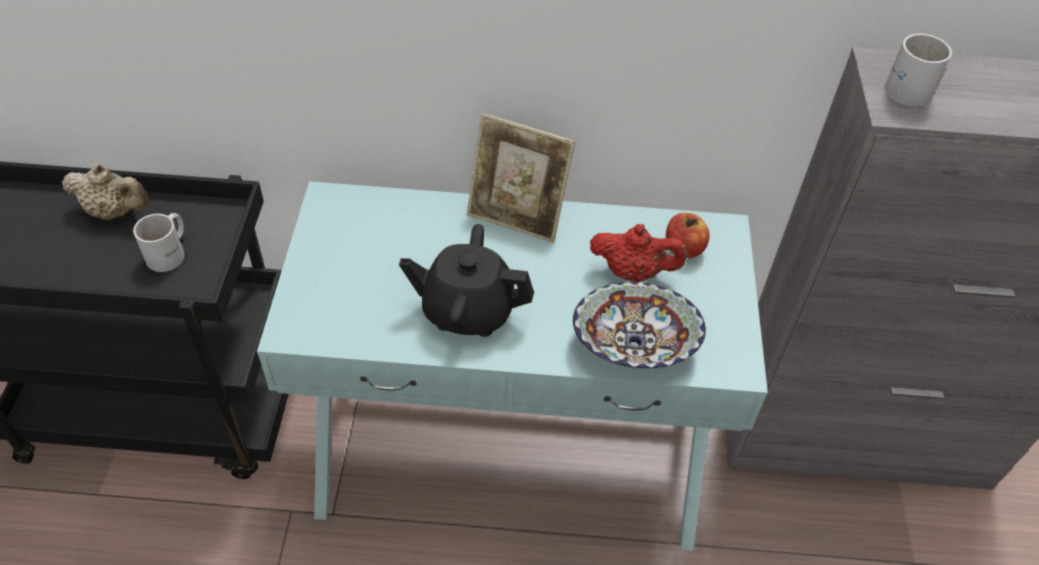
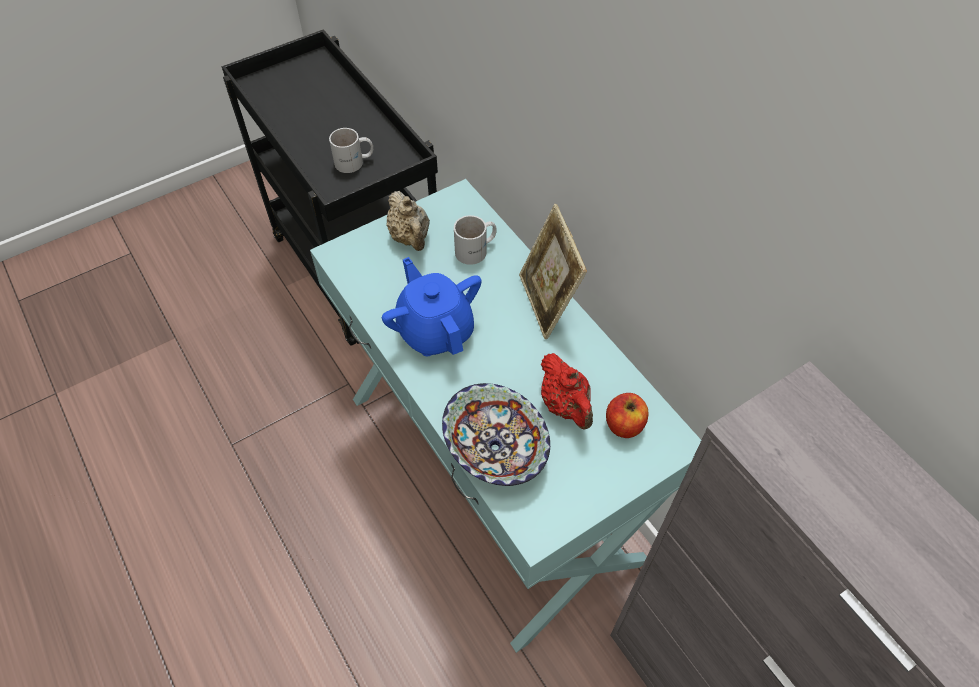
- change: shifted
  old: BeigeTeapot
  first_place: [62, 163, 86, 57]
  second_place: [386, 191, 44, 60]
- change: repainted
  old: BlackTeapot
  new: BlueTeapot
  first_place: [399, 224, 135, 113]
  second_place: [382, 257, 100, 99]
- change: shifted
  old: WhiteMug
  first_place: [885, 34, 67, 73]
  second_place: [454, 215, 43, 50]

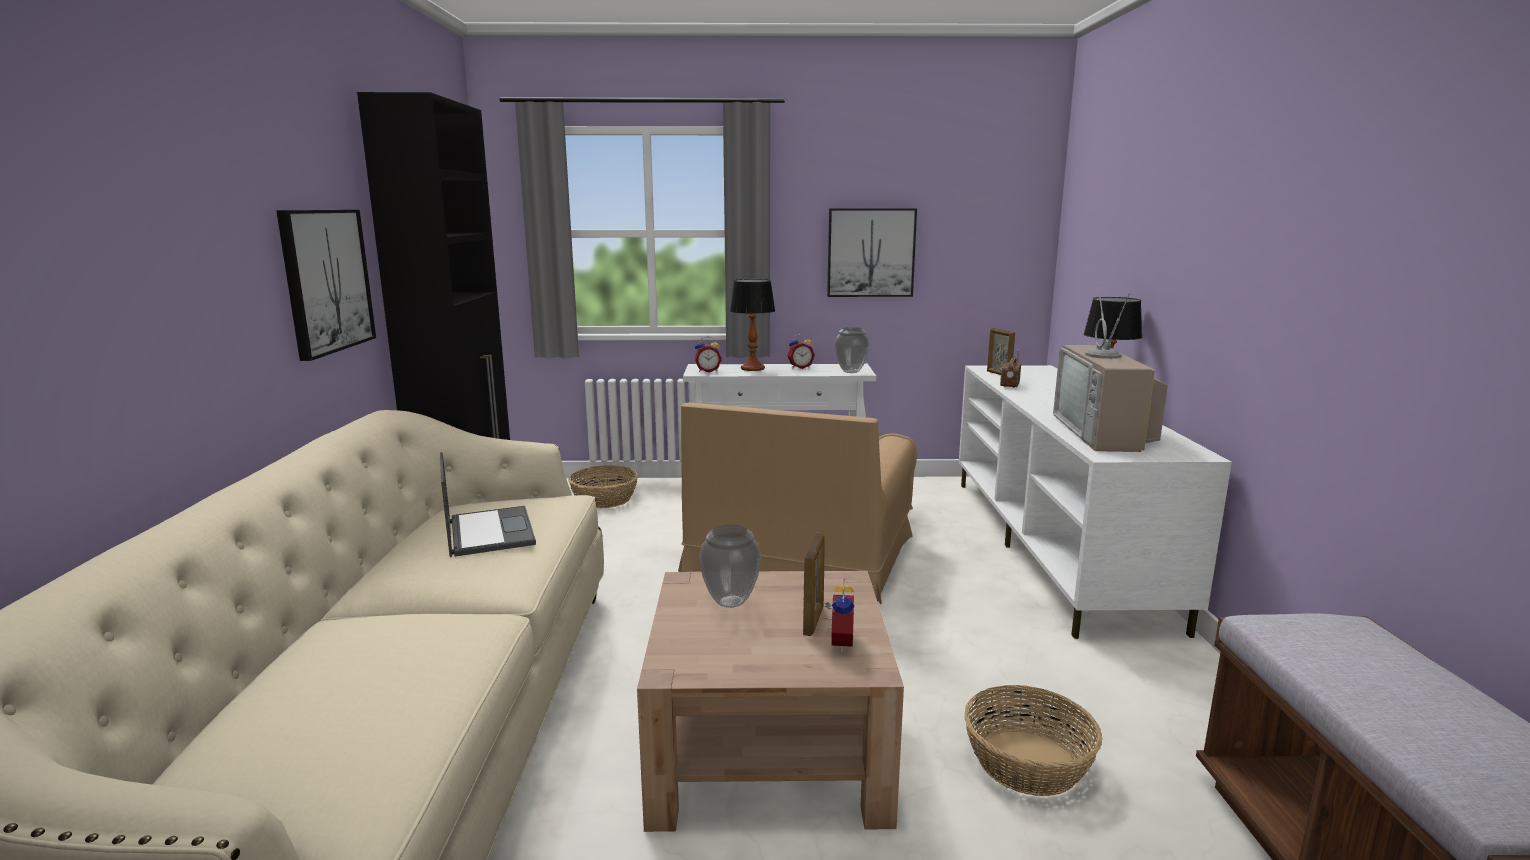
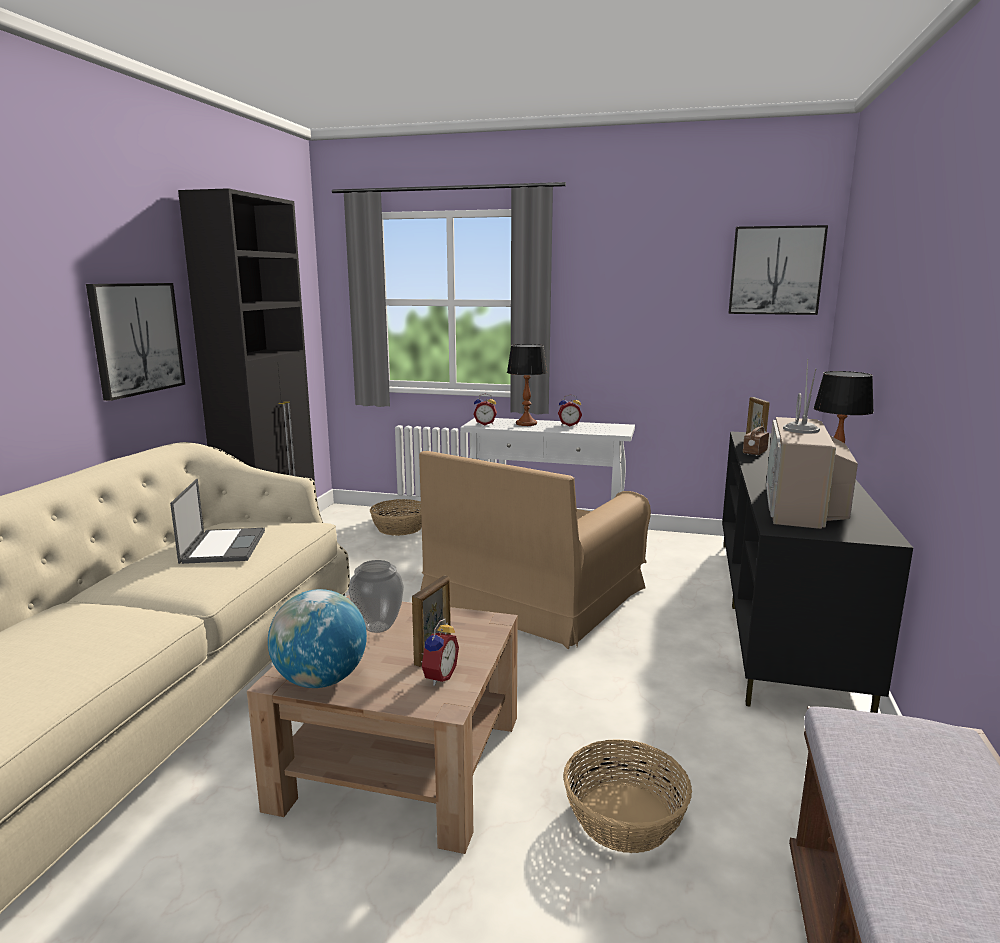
- change: shifted
  old: Picture
  first_place: [827, 208, 90, 89]
  second_place: [729, 225, 99, 90]
- change: gone
  old: Vase
  first_place: [835, 327, 35, 46]
- change: repainted
  old: WhiteTvStand
  new: BlackTvStand
  first_place: [959, 365, 273, 274]
  second_place: [722, 431, 191, 282]
- change: new
  new: Globe
  second_place: [268, 589, 99, 99]

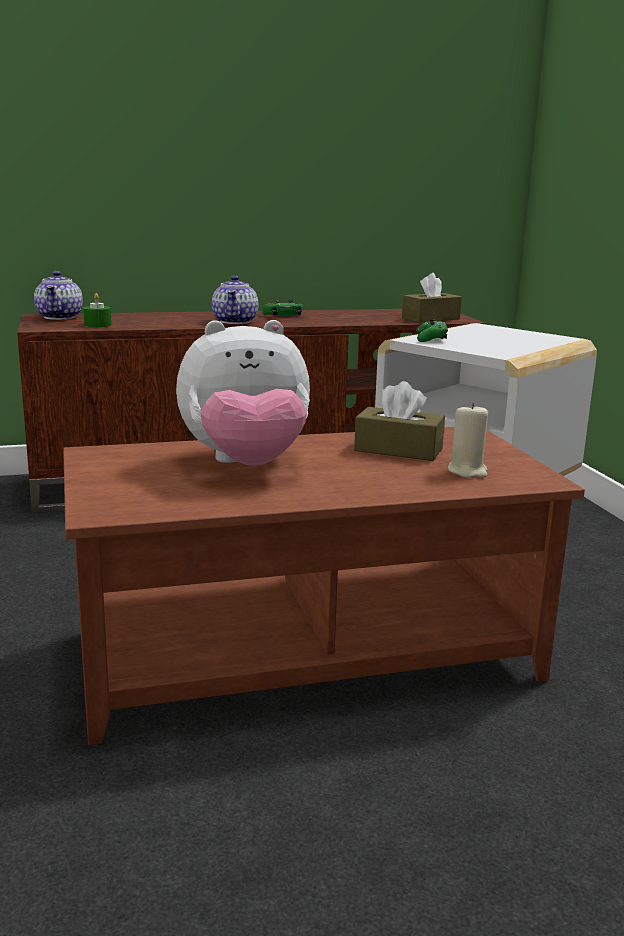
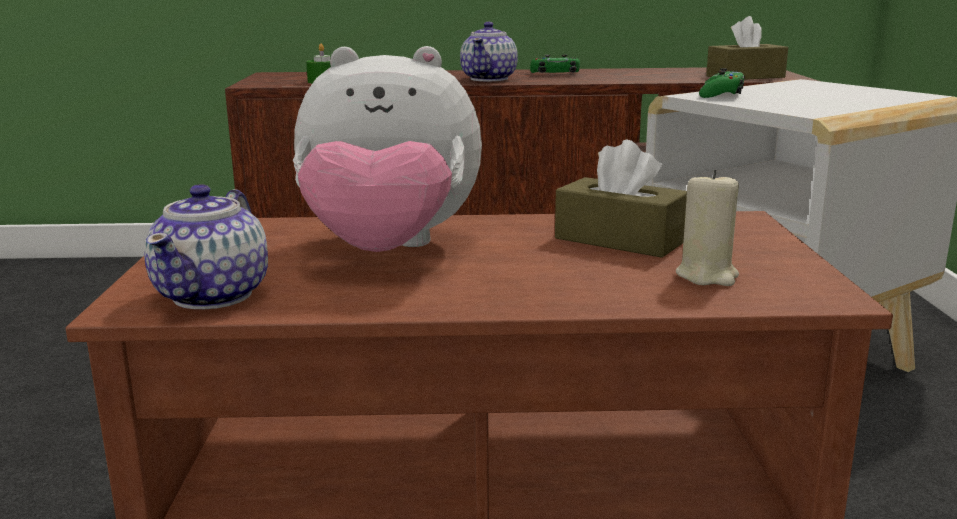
- change: shifted
  old: Teapot
  first_place: [34, 271, 49, 49]
  second_place: [144, 184, 124, 125]

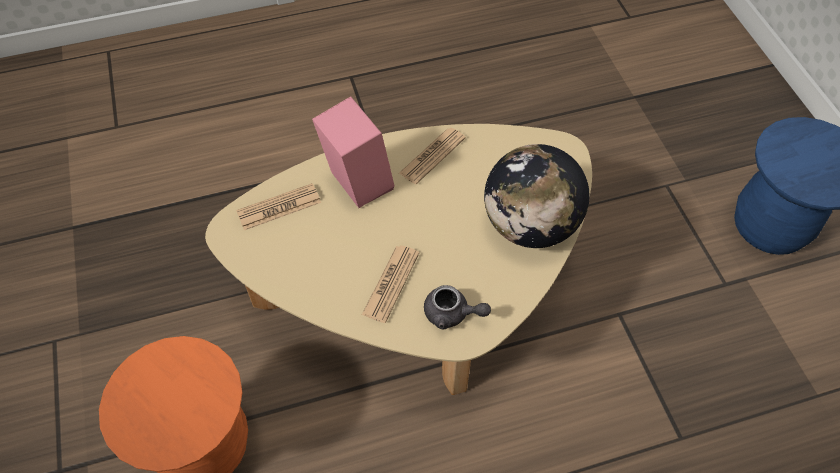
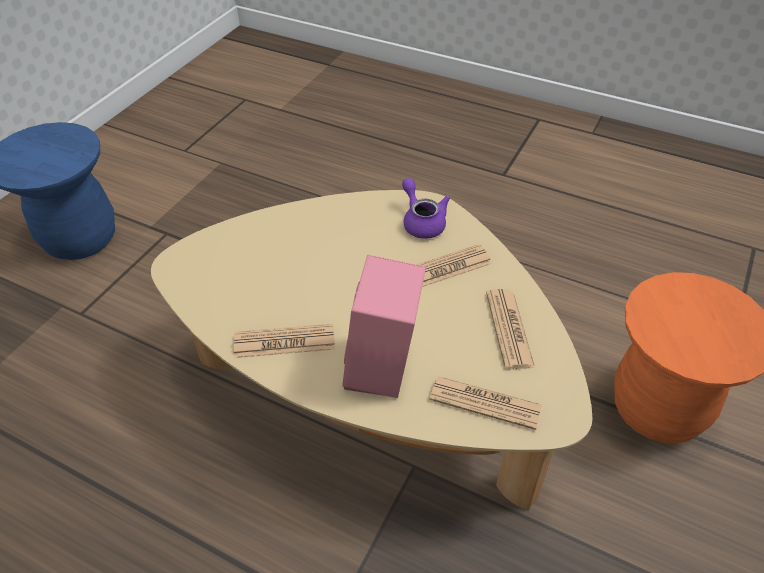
- change: repainted
  old: GreyTeapot
  new: PurpleTeapot
  first_place: [424, 285, 67, 45]
  second_place: [402, 178, 48, 61]
- change: gone
  old: Globe
  first_place: [484, 144, 106, 104]
- change: new
  new: Newspaper
  second_place: [486, 289, 49, 81]

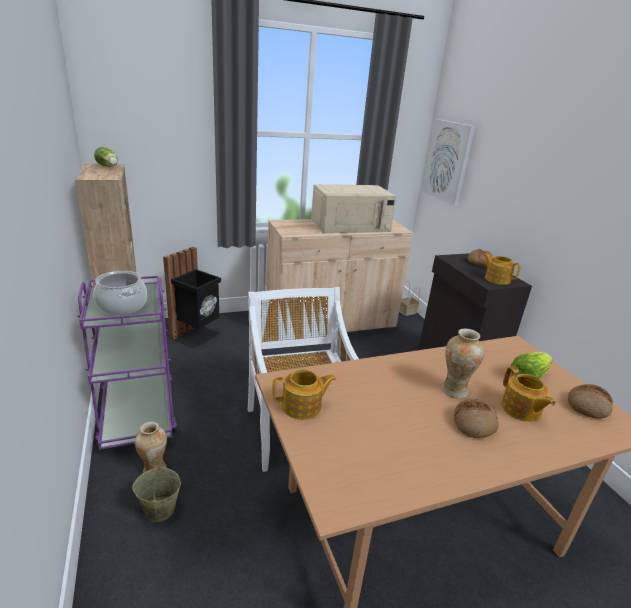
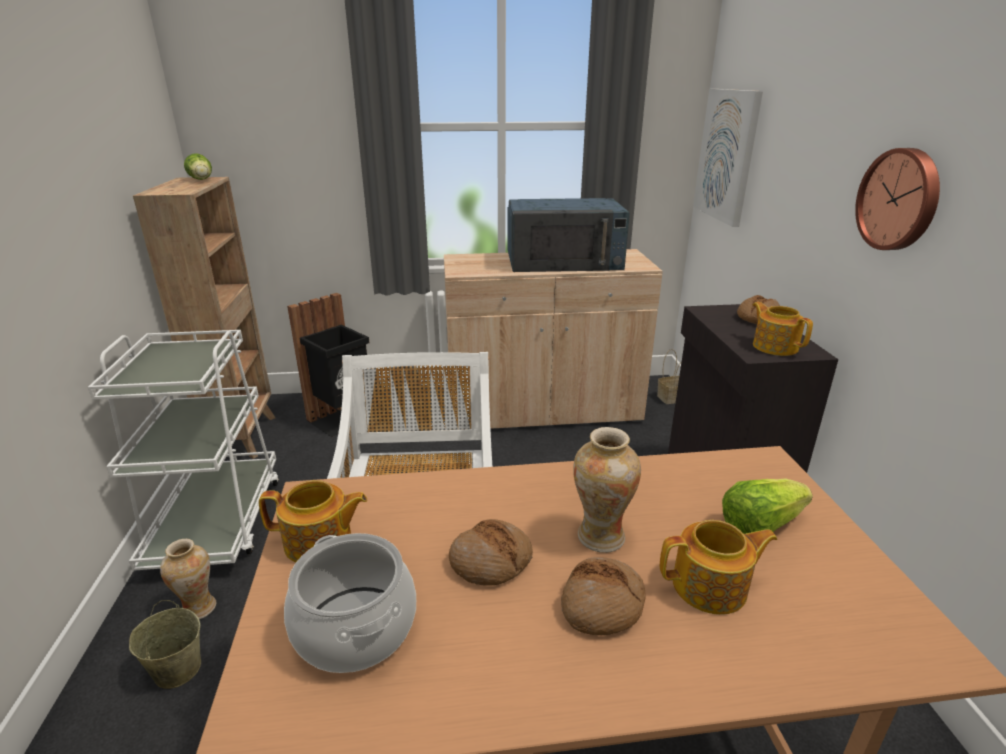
- change: repainted
  old: PurpleCart
  new: WhiteCart
  first_place: [77, 276, 100, 174]
  second_place: [88, 330, 191, 241]
- change: shifted
  old: CookingPot
  first_place: [93, 271, 54, 44]
  second_place: [284, 533, 132, 140]
- change: repainted
  old: BeigeMicrowave
  new: BlueMicrowave
  first_place: [311, 184, 86, 49]
  second_place: [507, 198, 123, 74]
- change: rotated
  old: Teapot
  first_place: [501, 366, 55, 56]
  second_place: [660, 520, 117, 95]
  degrees: -90
- change: shifted
  old: Bread
  first_place: [568, 384, 45, 35]
  second_place: [449, 519, 84, 67]
- change: new
  new: WallClock
  second_place: [855, 148, 85, 102]

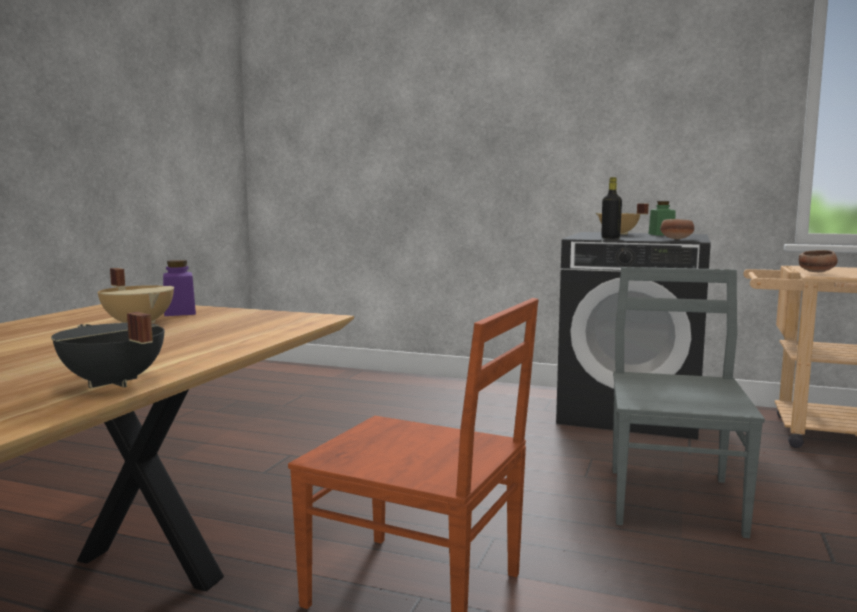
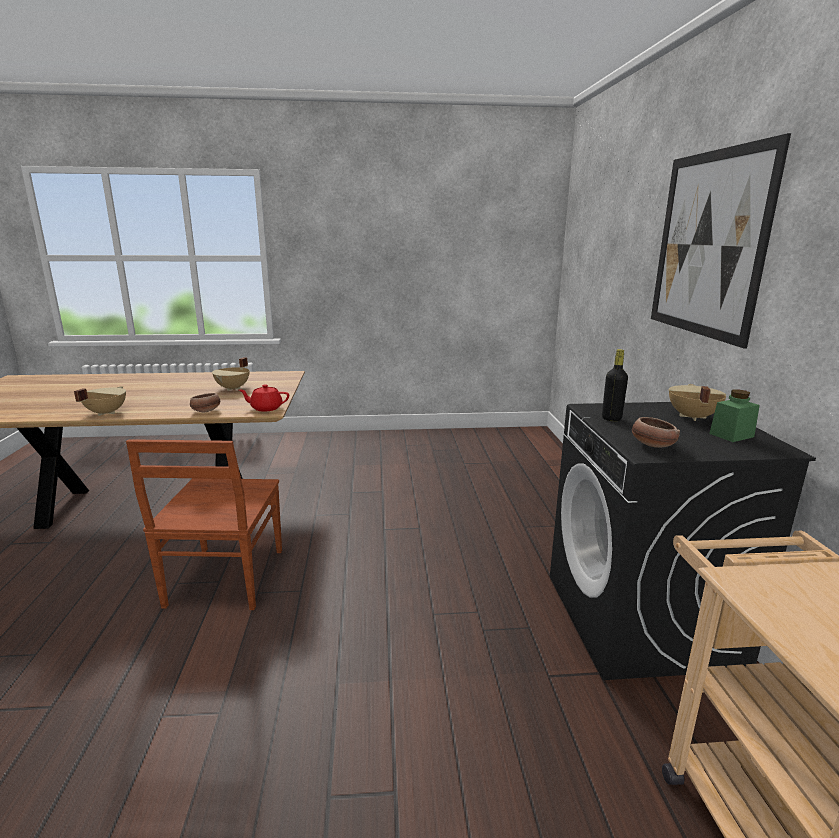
- change: repainted
  old: BlackCookingPot
  new: BeigeCookingPot
  first_place: [51, 312, 114, 76]
  second_place: [74, 386, 52, 30]
- change: gone
  old: PurpleJar
  first_place: [163, 260, 33, 56]
- change: gone
  old: GreyChair
  first_place: [612, 267, 153, 271]
- change: shifted
  old: Bowl
  first_place: [799, 250, 39, 22]
  second_place: [190, 393, 30, 19]
- change: new
  new: RedTeapot
  second_place: [239, 384, 50, 27]
- change: new
  new: Picture
  second_place: [651, 133, 140, 216]

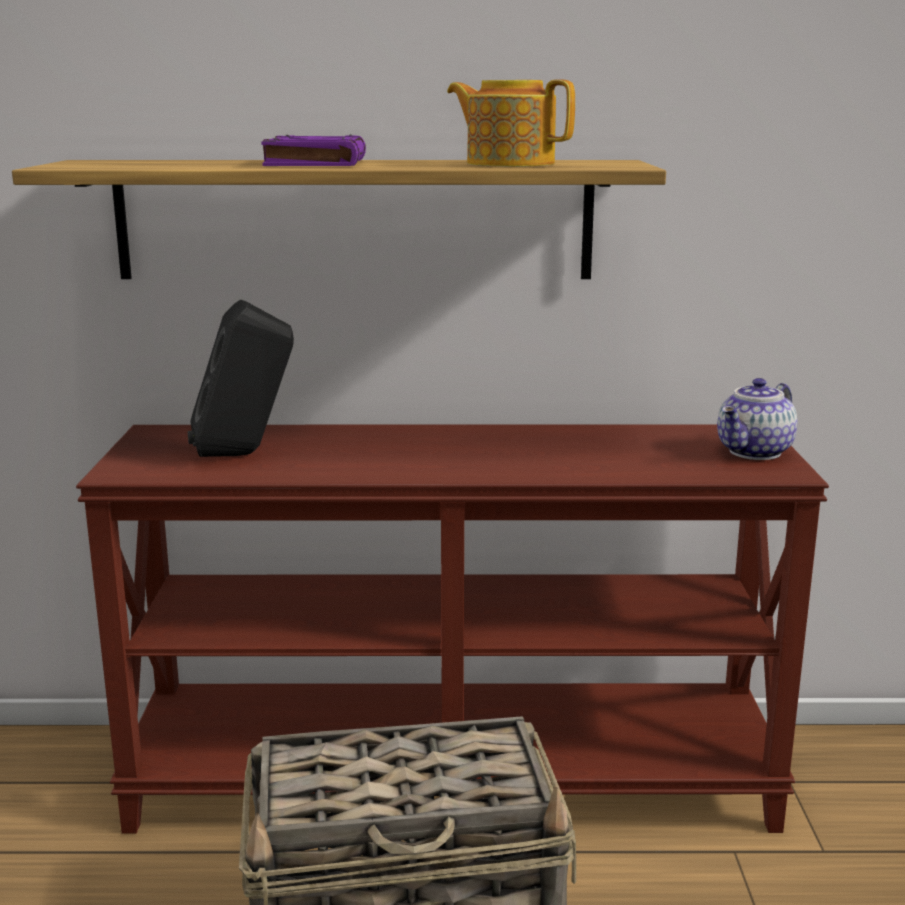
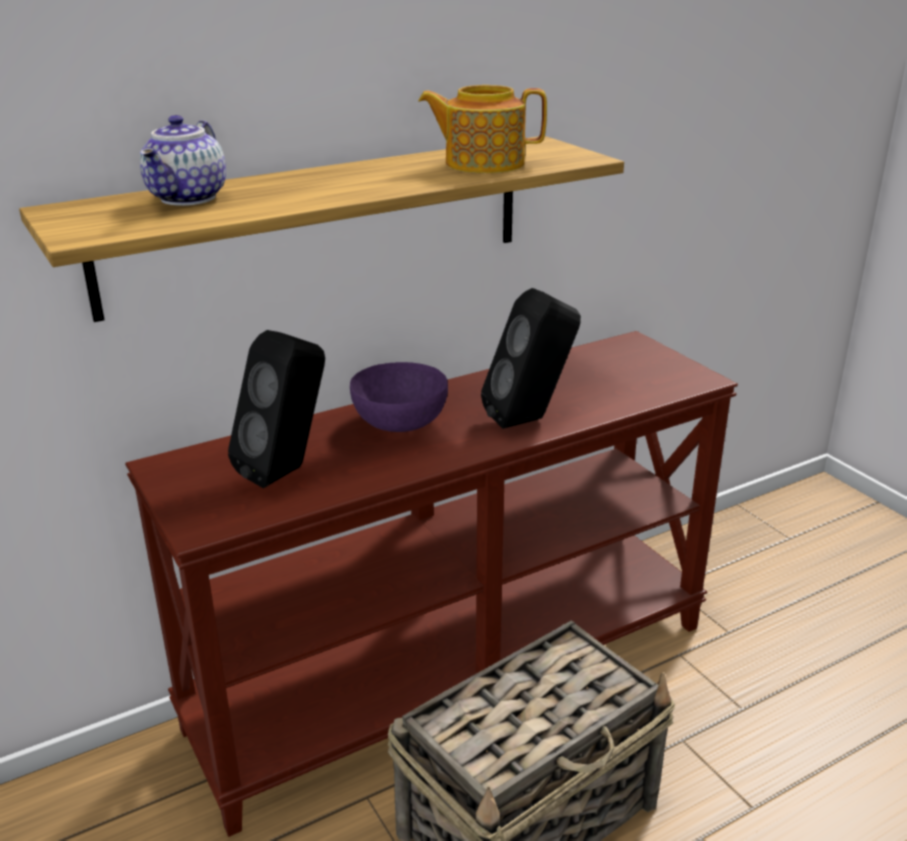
- change: gone
  old: PurpleBook
  first_place: [261, 134, 105, 32]
- change: shifted
  old: Teapot
  first_place: [717, 378, 80, 82]
  second_place: [140, 115, 86, 91]
- change: new
  new: PurpleBowl
  second_place: [350, 362, 98, 70]
- change: new
  new: BlackSpeaker
  second_place: [481, 288, 100, 141]

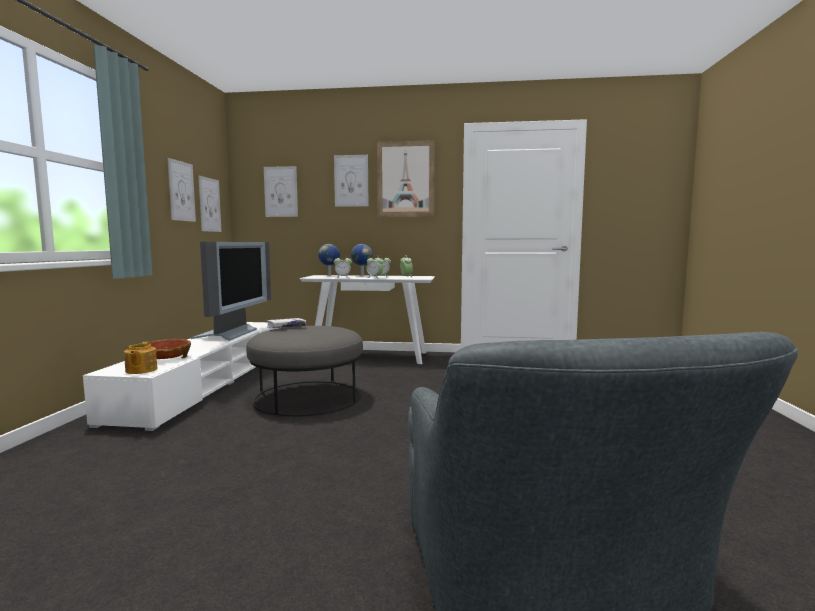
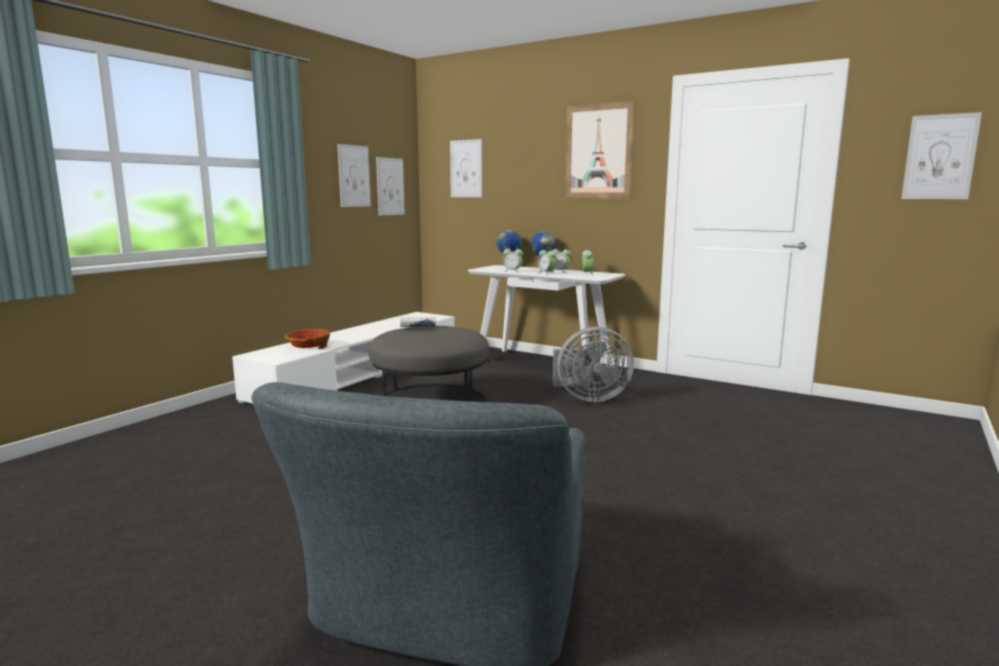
- change: gone
  old: Teapot
  first_place: [124, 342, 34, 32]
- change: gone
  old: Television
  first_place: [191, 242, 80, 99]
- change: shifted
  old: Picture
  first_place: [334, 155, 35, 52]
  second_place: [901, 112, 81, 87]
- change: new
  new: GreyFan
  second_place: [553, 327, 81, 75]

